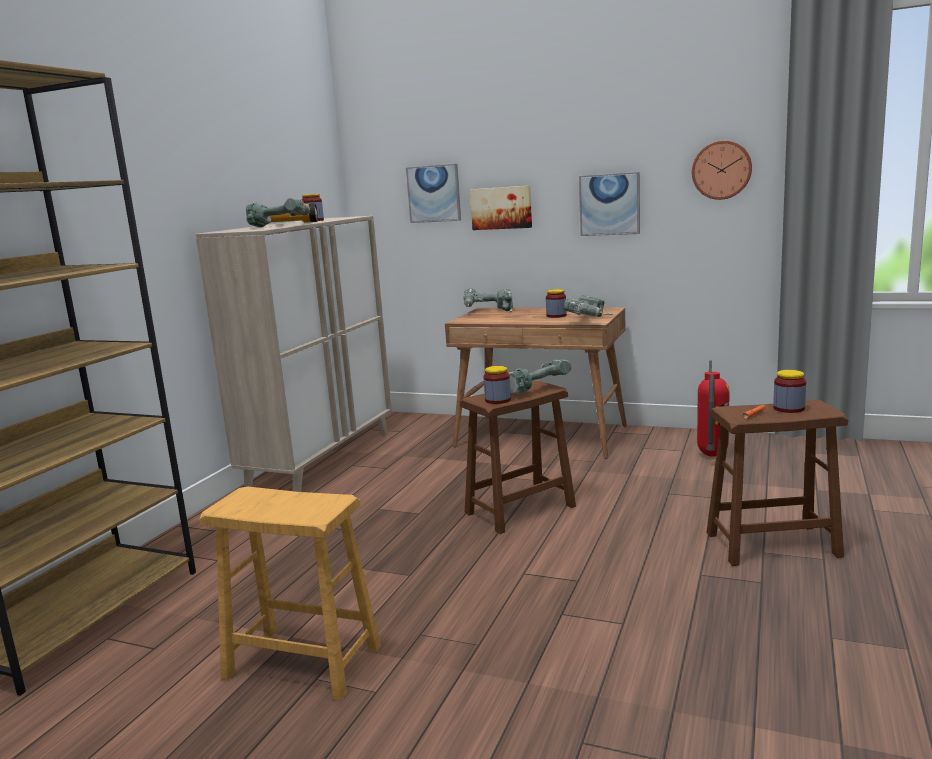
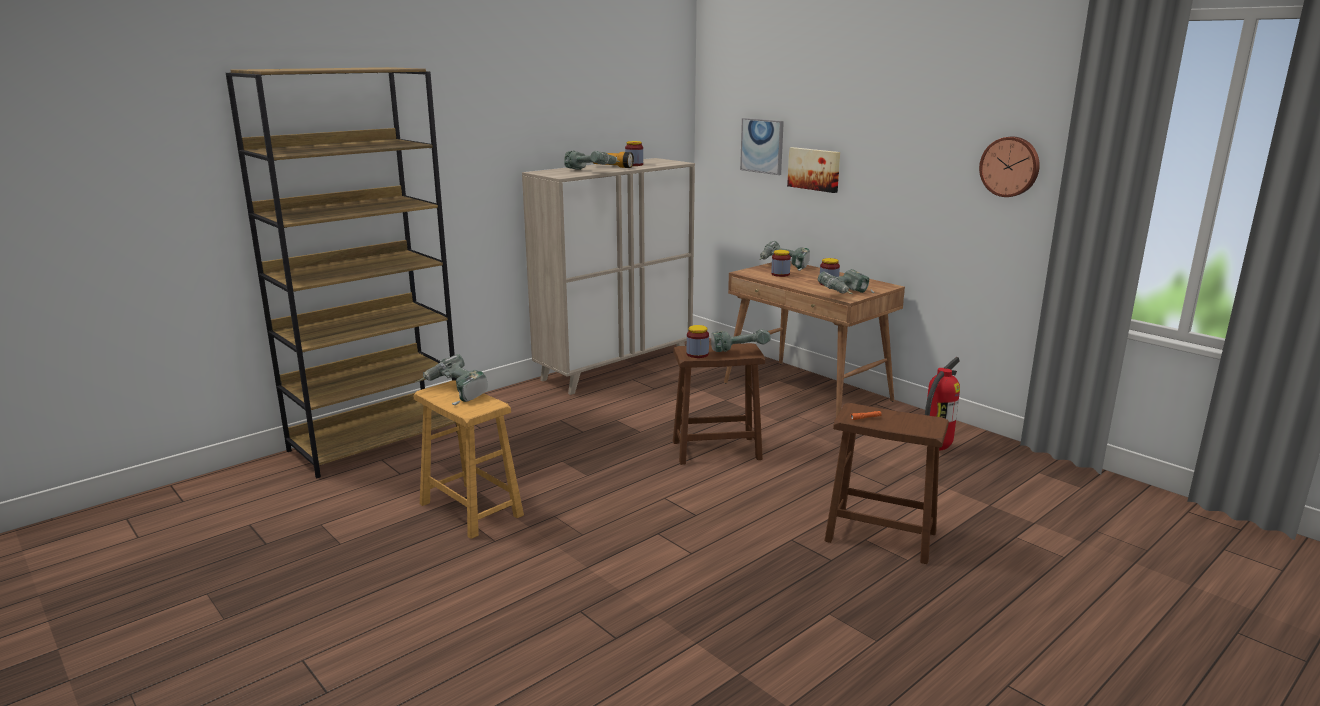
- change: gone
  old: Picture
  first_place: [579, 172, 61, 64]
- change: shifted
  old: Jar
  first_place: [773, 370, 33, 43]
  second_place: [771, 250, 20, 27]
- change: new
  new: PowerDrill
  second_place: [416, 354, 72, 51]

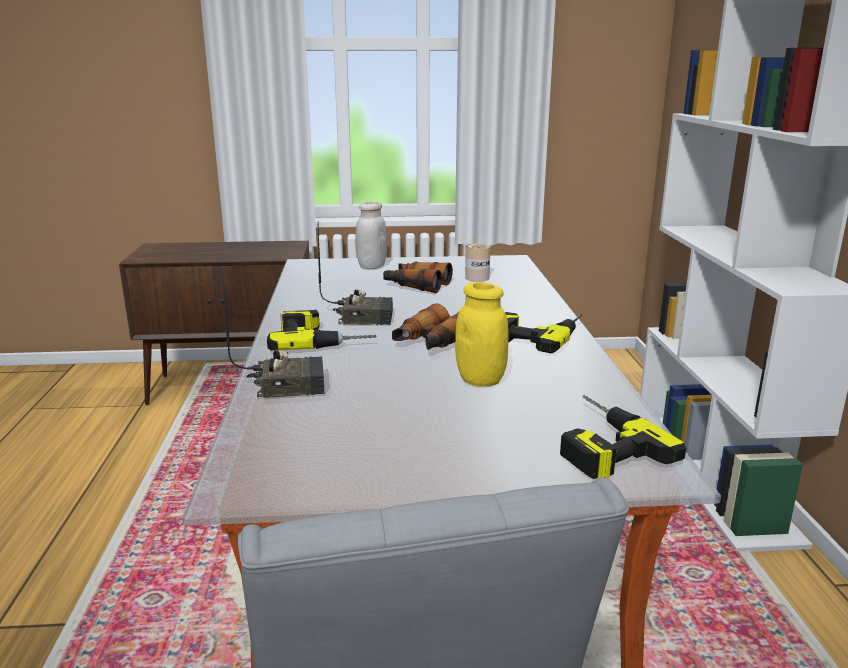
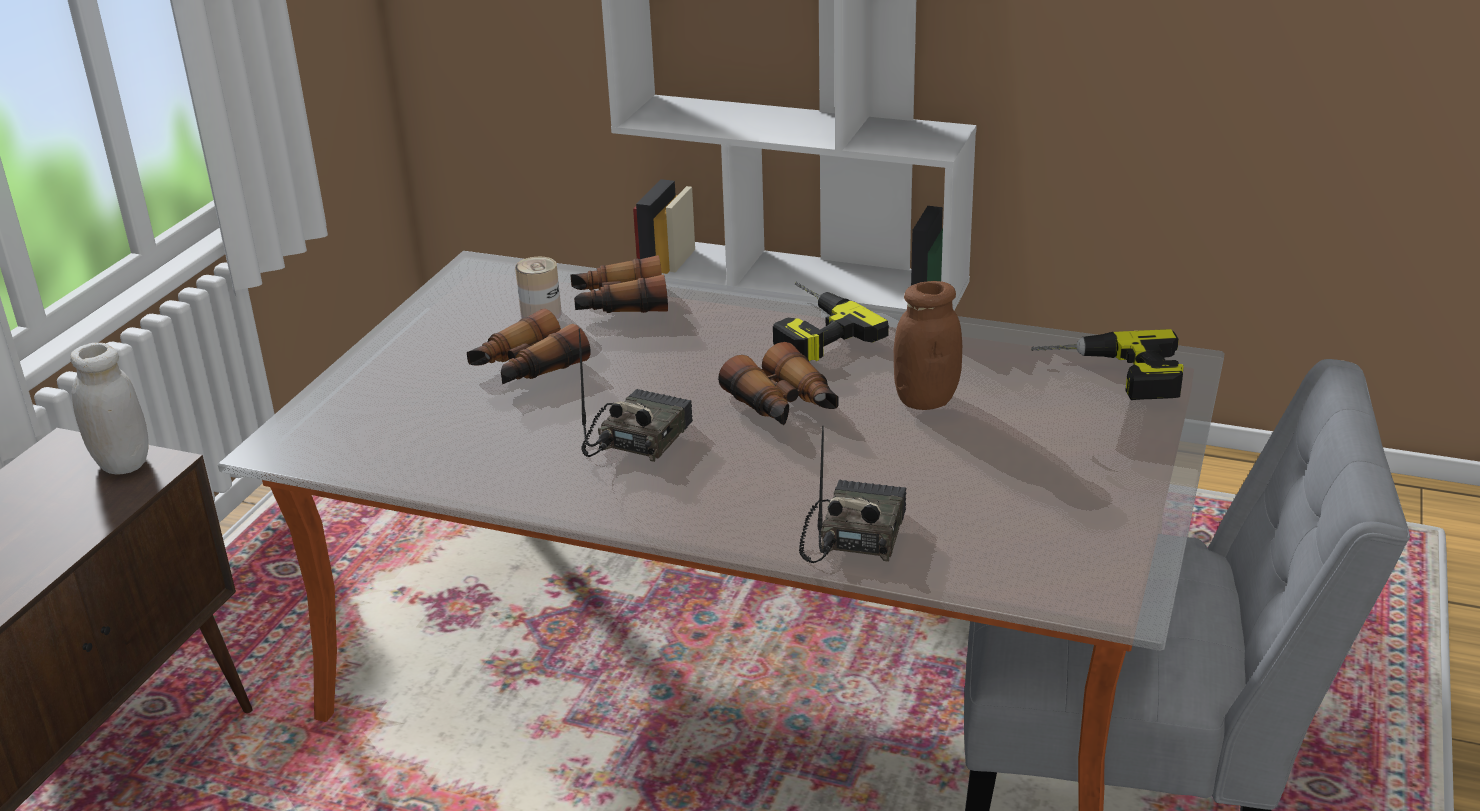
- change: gone
  old: PowerDrill
  first_place: [267, 310, 110, 41]
- change: shifted
  old: WhiteJar
  first_place: [355, 201, 32, 68]
  second_place: [70, 343, 79, 132]
- change: repainted
  old: YellowJar
  new: BrownJar
  first_place: [455, 282, 54, 105]
  second_place: [894, 281, 68, 129]
- change: new
  new: Binoculars
  second_place: [570, 255, 98, 58]

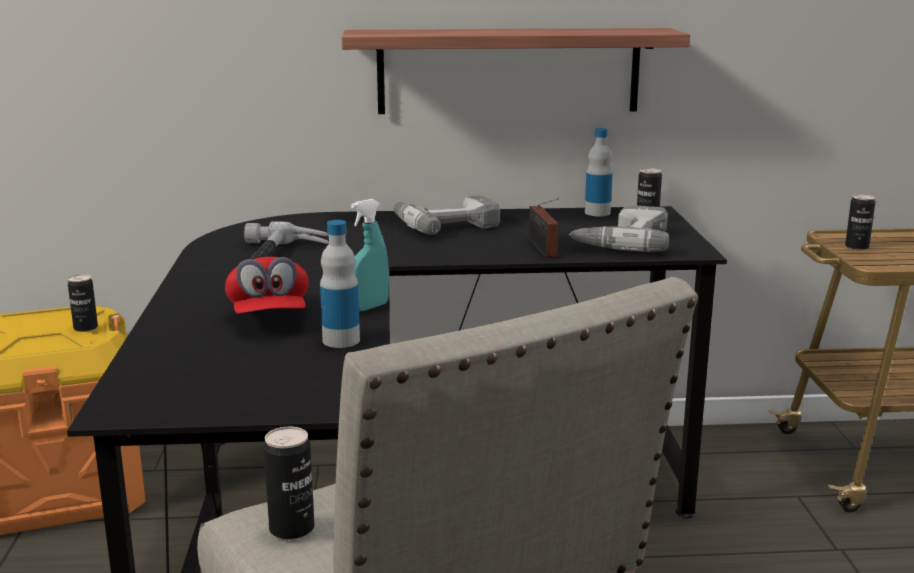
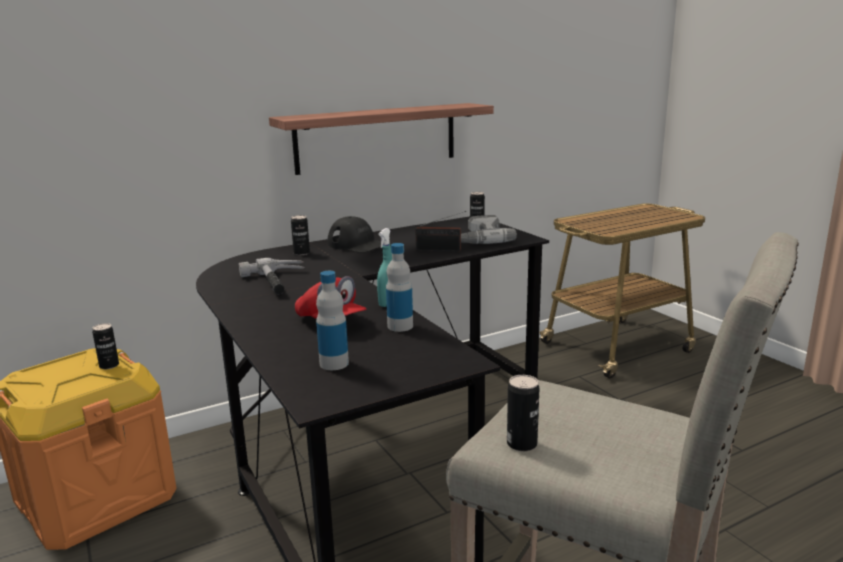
- change: swapped
  old: PowerDrill
  new: BlackCap
  first_place: [393, 195, 107, 40]
  second_place: [328, 216, 53, 37]
- change: rotated
  old: Radio
  first_place: [529, 198, 30, 60]
  second_place: [415, 211, 51, 41]
  degrees: -45
- change: shifted
  old: Bottle
  first_place: [585, 128, 27, 88]
  second_place: [316, 271, 33, 99]
- change: shifted
  old: Can
  first_place: [845, 194, 30, 56]
  second_place: [291, 215, 19, 40]

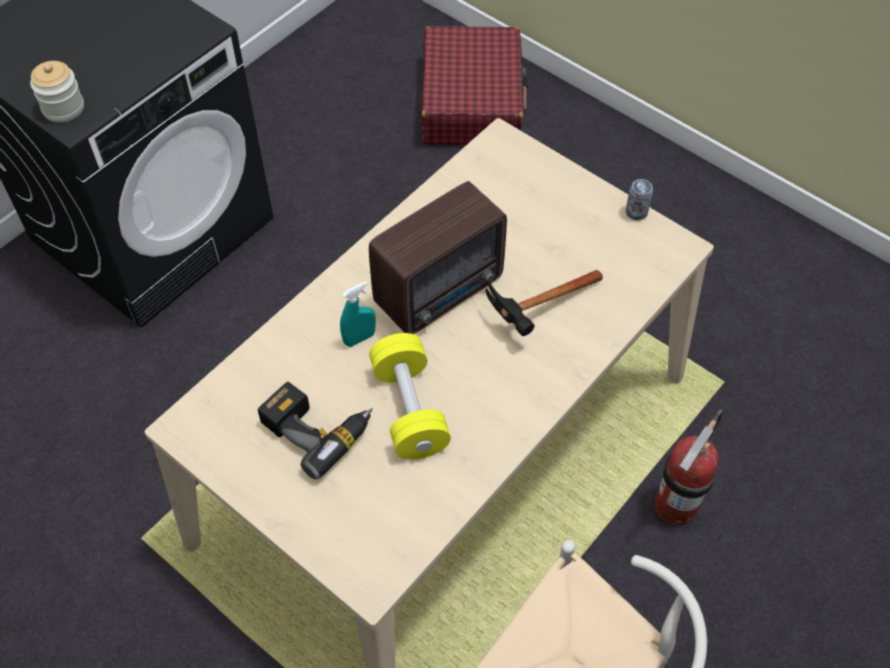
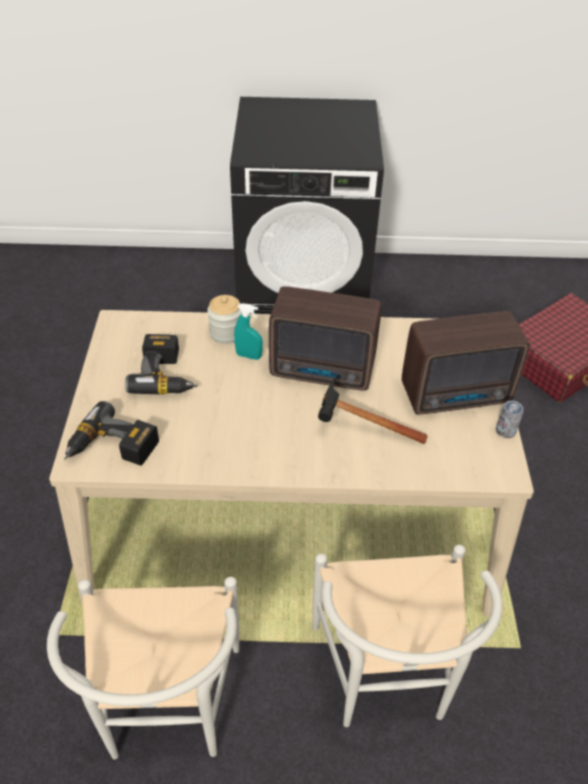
- change: shifted
  old: Jar
  first_place: [30, 61, 54, 62]
  second_place: [207, 295, 35, 49]
- change: gone
  old: YellowDumbbell
  first_place: [369, 333, 82, 127]
- change: swapped
  old: FireExtinguisher
  new: WhiteChair
  first_place: [655, 410, 68, 116]
  second_place: [312, 545, 191, 182]
- change: new
  new: PowerDrill
  second_place: [64, 401, 95, 65]
- change: new
  new: Radio
  second_place: [402, 311, 128, 104]

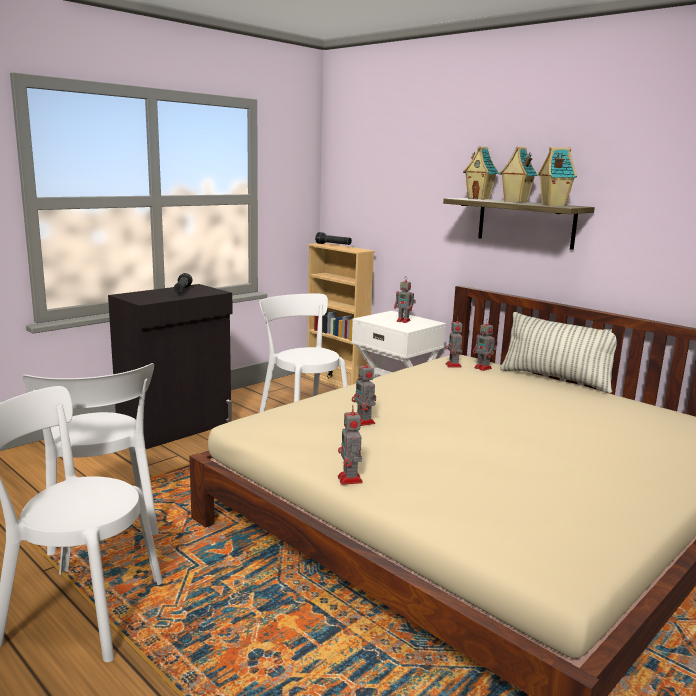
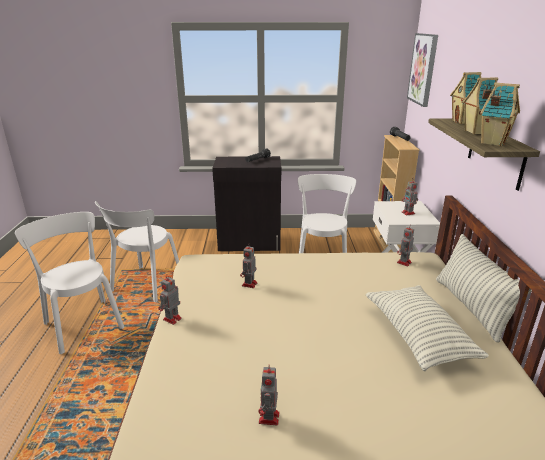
- change: shifted
  old: ToyRobot
  first_place: [473, 320, 24, 51]
  second_place: [258, 367, 22, 58]
- change: new
  new: Pillow
  second_place: [366, 285, 123, 86]
- change: new
  new: Picture
  second_place: [407, 33, 31, 74]

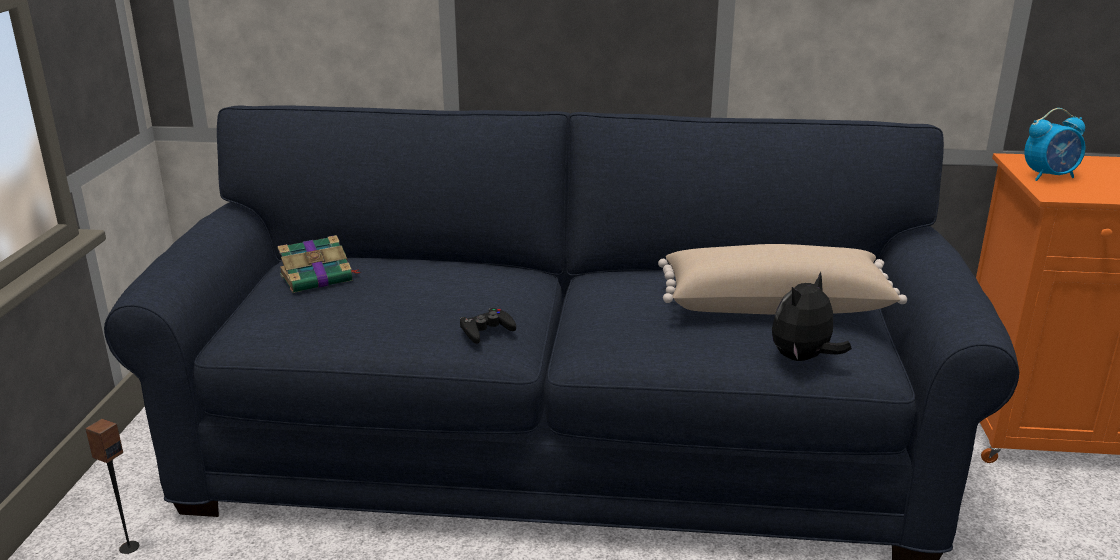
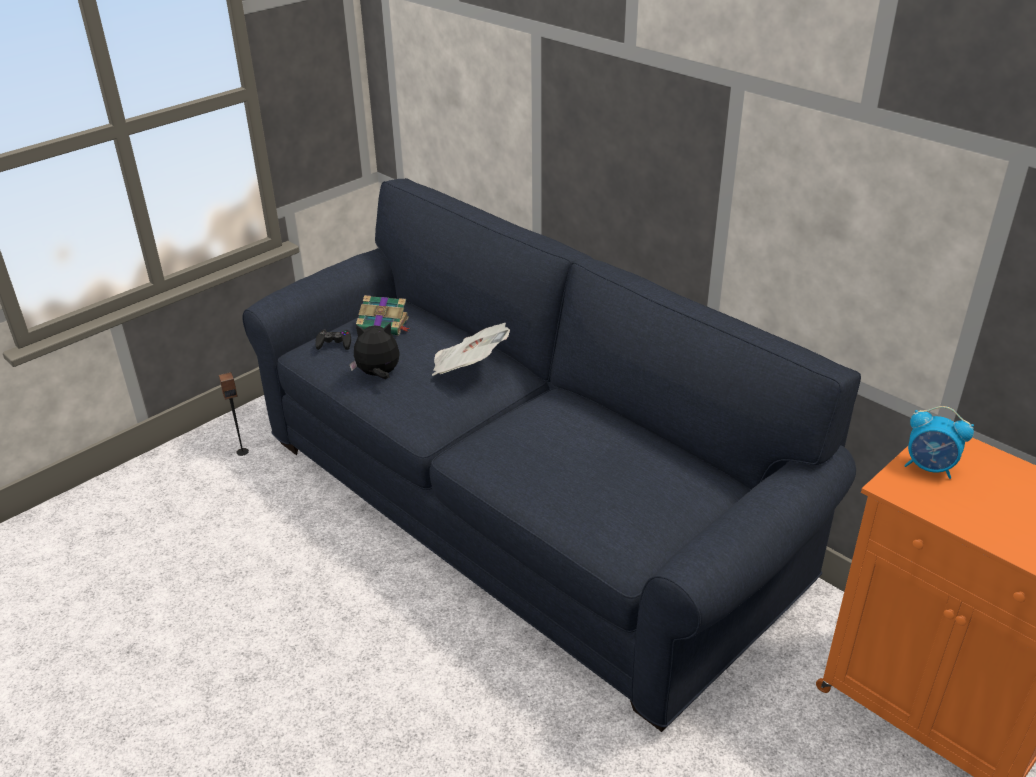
- change: shifted
  old: BlackGameController
  first_place: [460, 308, 56, 36]
  second_place: [315, 330, 36, 20]
- change: gone
  old: BeigePillow
  first_place: [658, 244, 249, 71]
- change: shifted
  old: PlushToy
  first_place: [772, 271, 80, 90]
  second_place: [349, 322, 51, 57]
- change: new
  new: Newspaper
  second_place: [432, 323, 78, 53]

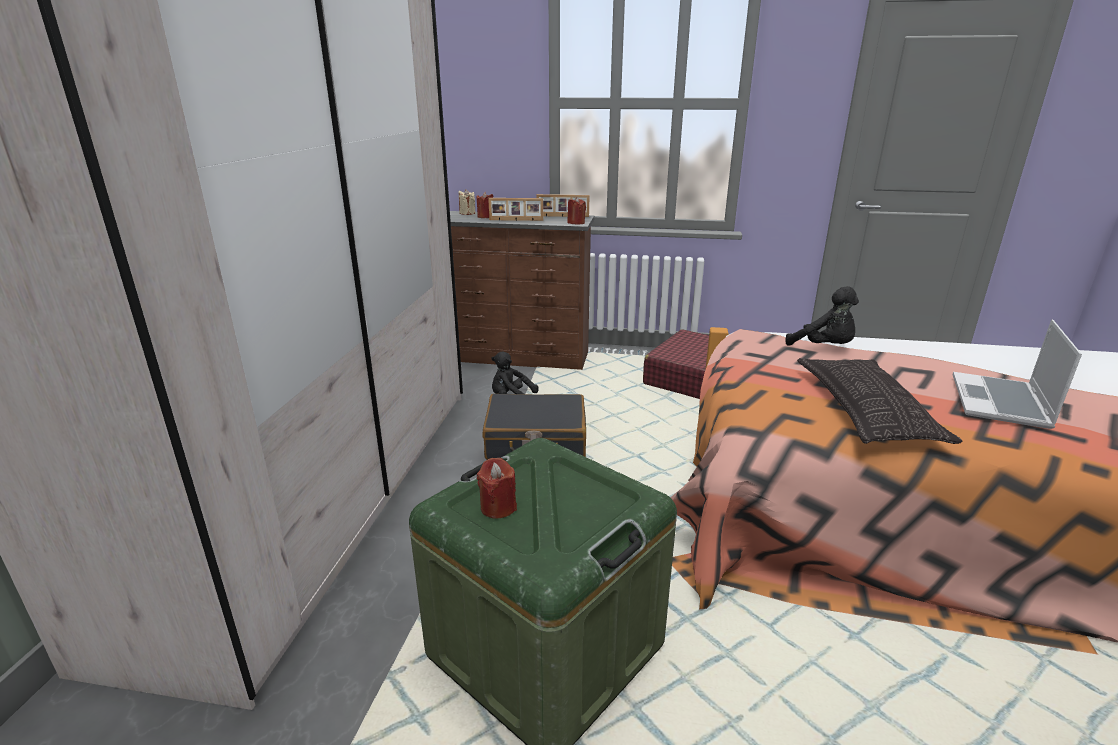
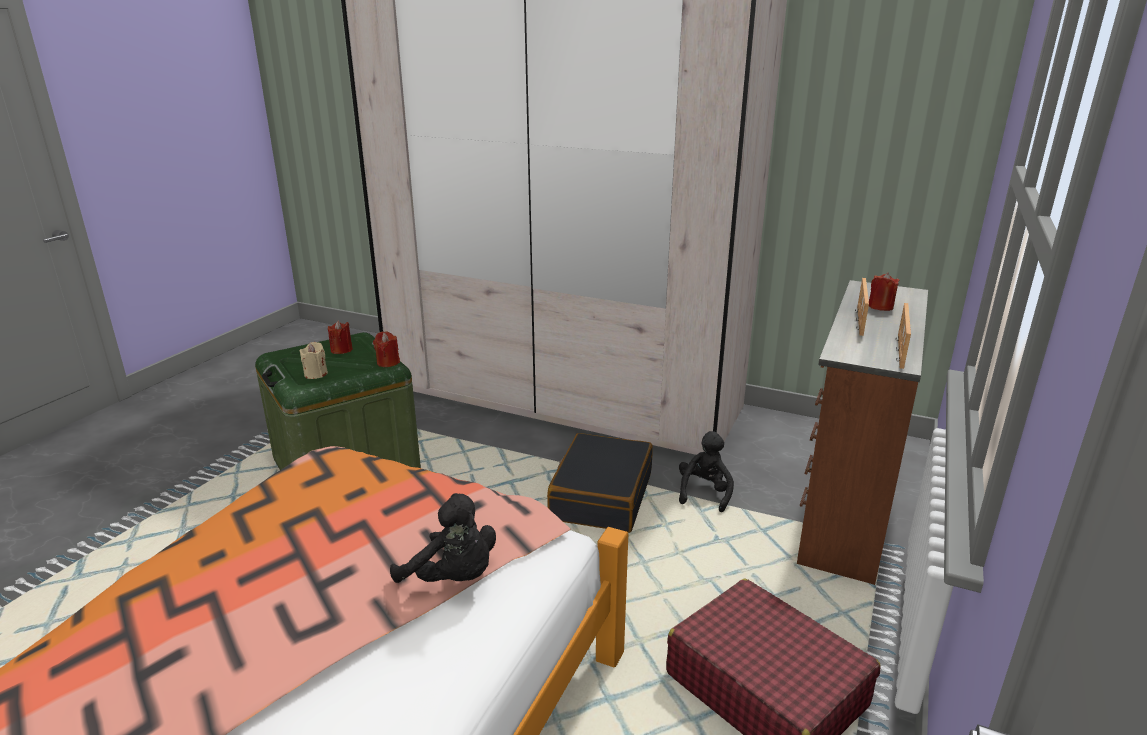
- change: shifted
  old: BeigeCandle
  first_place: [458, 189, 18, 26]
  second_place: [299, 342, 29, 37]
- change: shifted
  old: RedCandle
  first_place: [567, 197, 19, 28]
  second_place: [373, 331, 27, 36]
- change: rotated
  old: BlackPlushToy
  first_place: [785, 286, 74, 60]
  second_place: [390, 493, 106, 90]
  degrees: -120
- change: gone
  old: Pillow
  first_place: [797, 358, 166, 86]
- change: gone
  old: Laptop
  first_place: [953, 319, 129, 110]

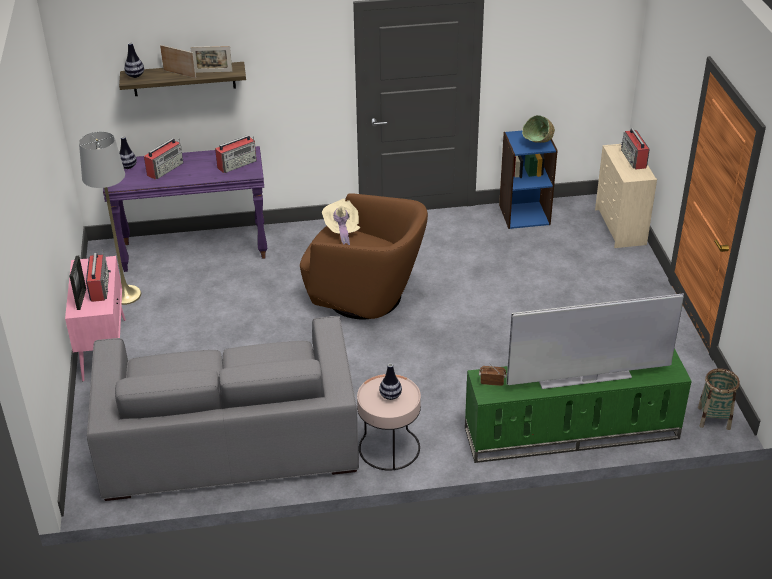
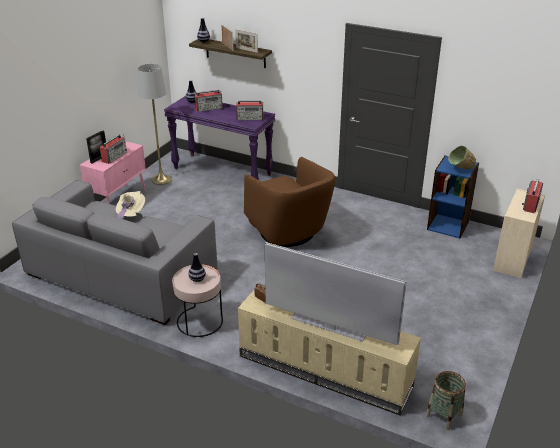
- change: shifted
  old: BeigeHat
  first_place: [322, 198, 38, 47]
  second_place: [116, 191, 29, 28]
- change: repainted
  old: GreenTvStand
  new: BeigeTvStand
  first_place: [465, 348, 227, 115]
  second_place: [238, 290, 183, 125]

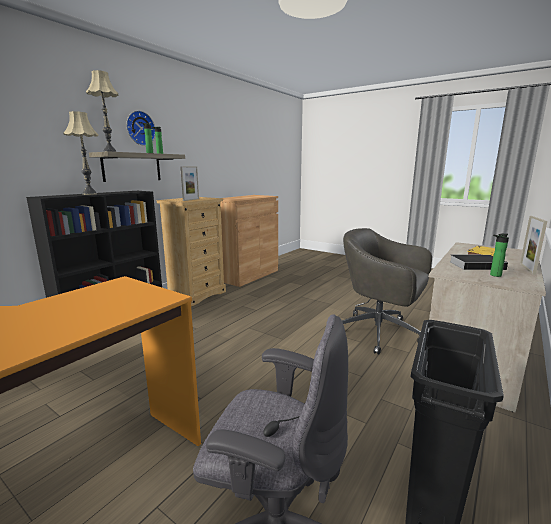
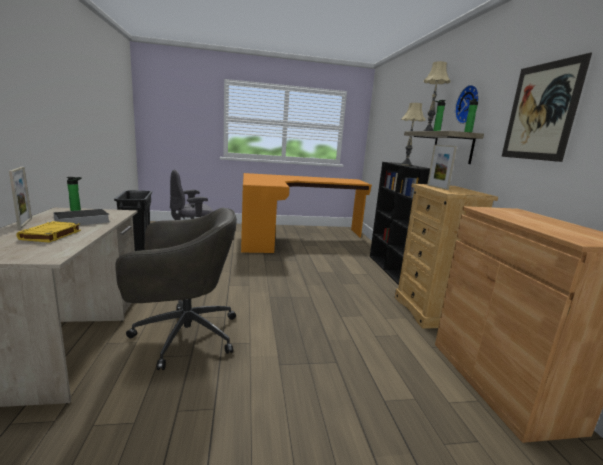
- change: new
  new: Picture
  second_place: [501, 53, 91, 109]

